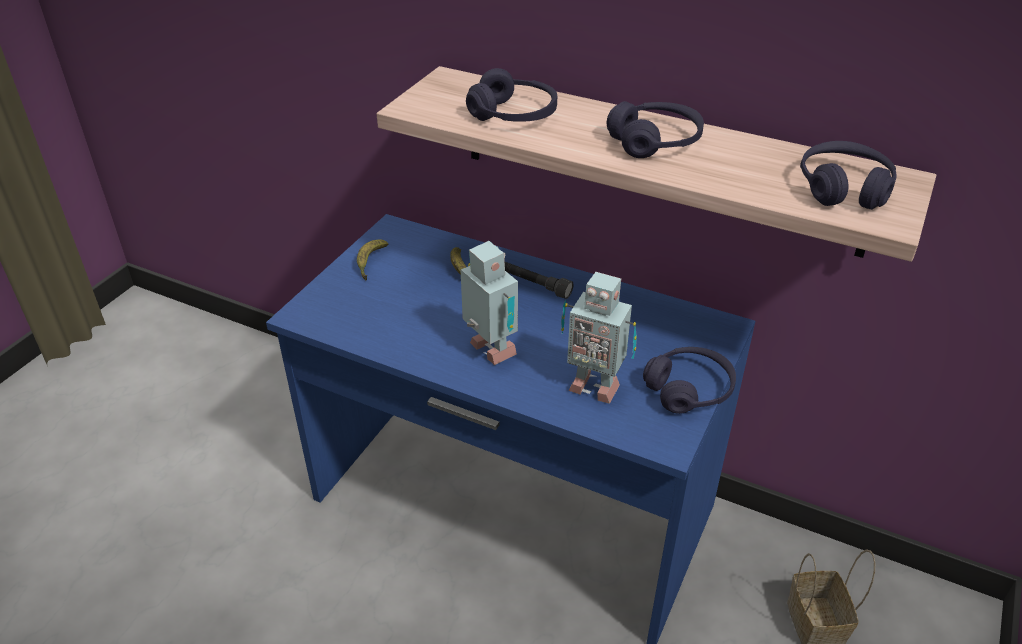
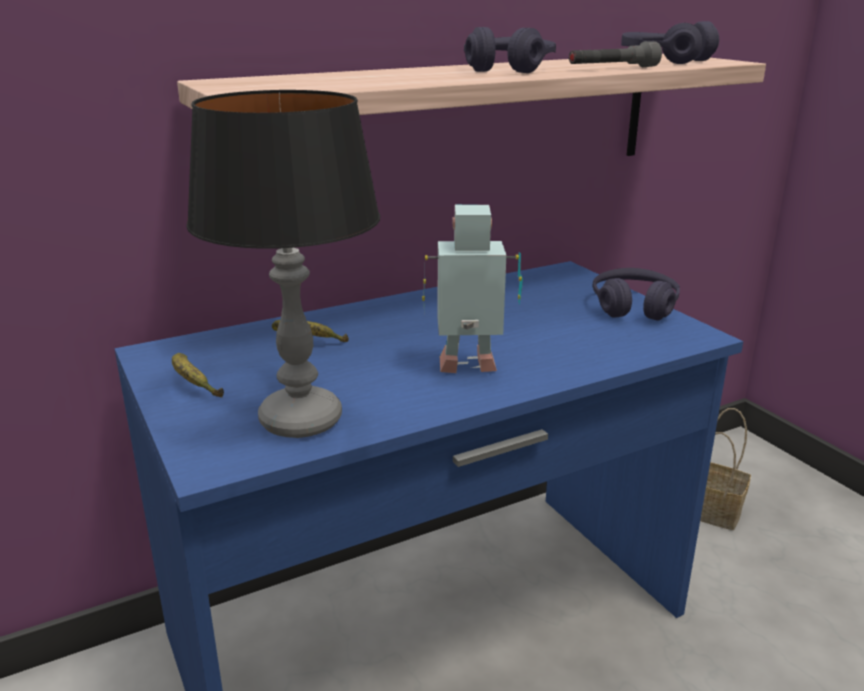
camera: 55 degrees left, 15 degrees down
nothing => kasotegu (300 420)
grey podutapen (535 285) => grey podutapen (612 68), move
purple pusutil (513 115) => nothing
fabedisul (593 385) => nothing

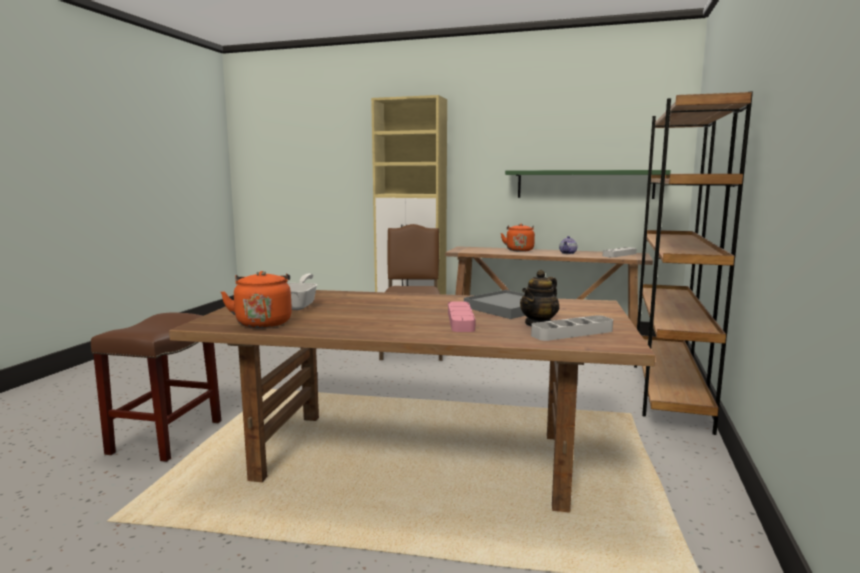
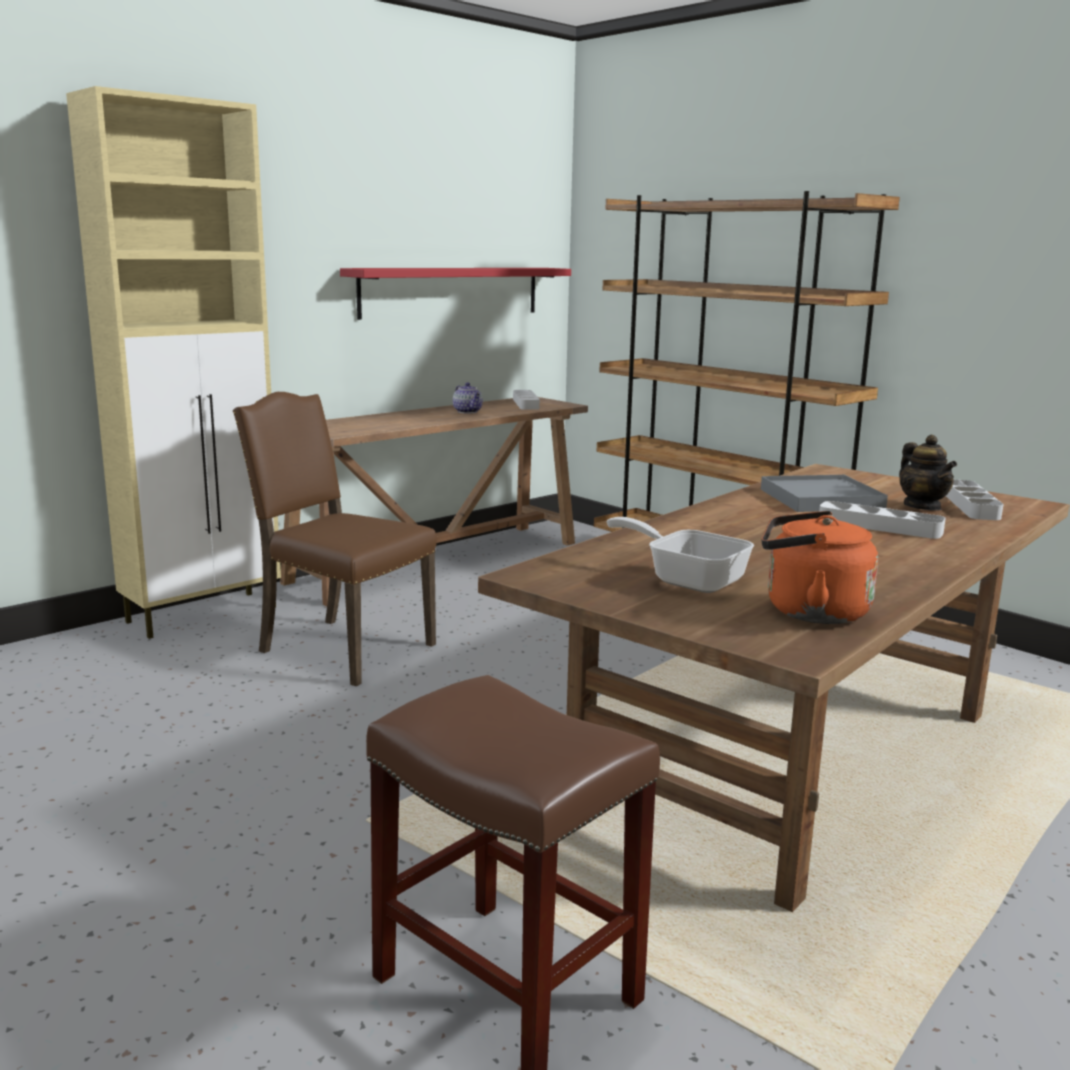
camera: 60 degrees left, 5 degrees up
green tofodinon (584 184) => red tofodinon (451 291)
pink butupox (460 320) => grey butupox (879 526)
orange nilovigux (519 250) => nothing

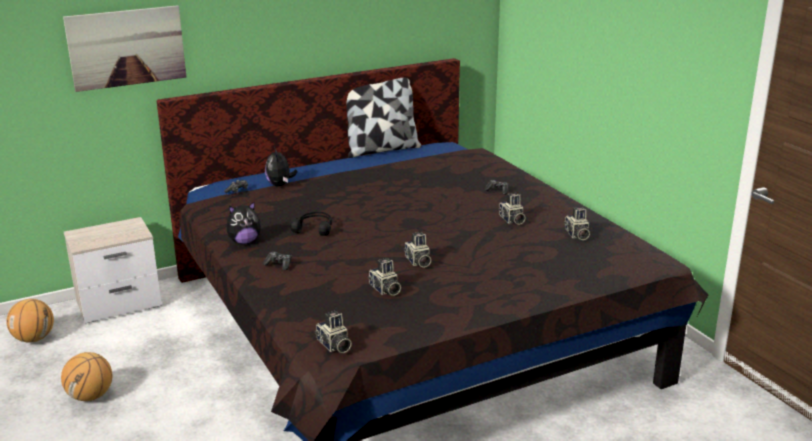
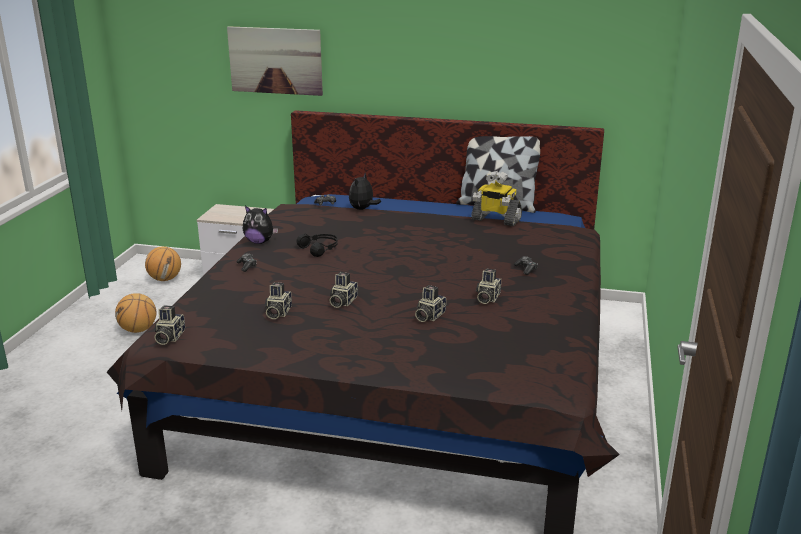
camera: 40 degrees right, 0 degrees up
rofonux (576 235) => rofonux (428 316), move
nothing => fabedisul (495 219)

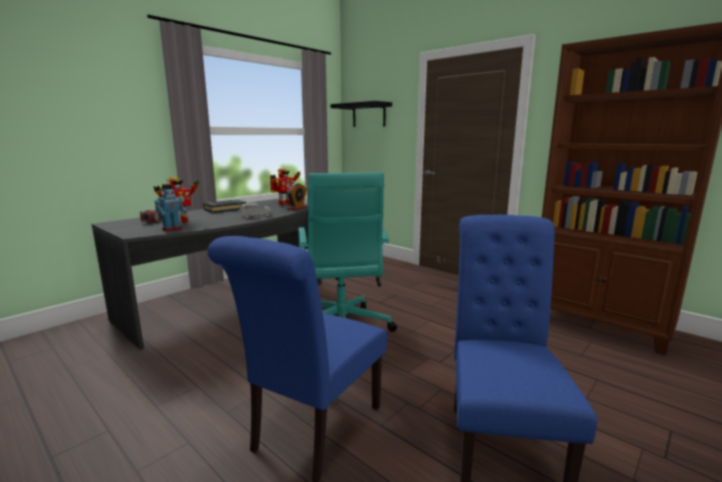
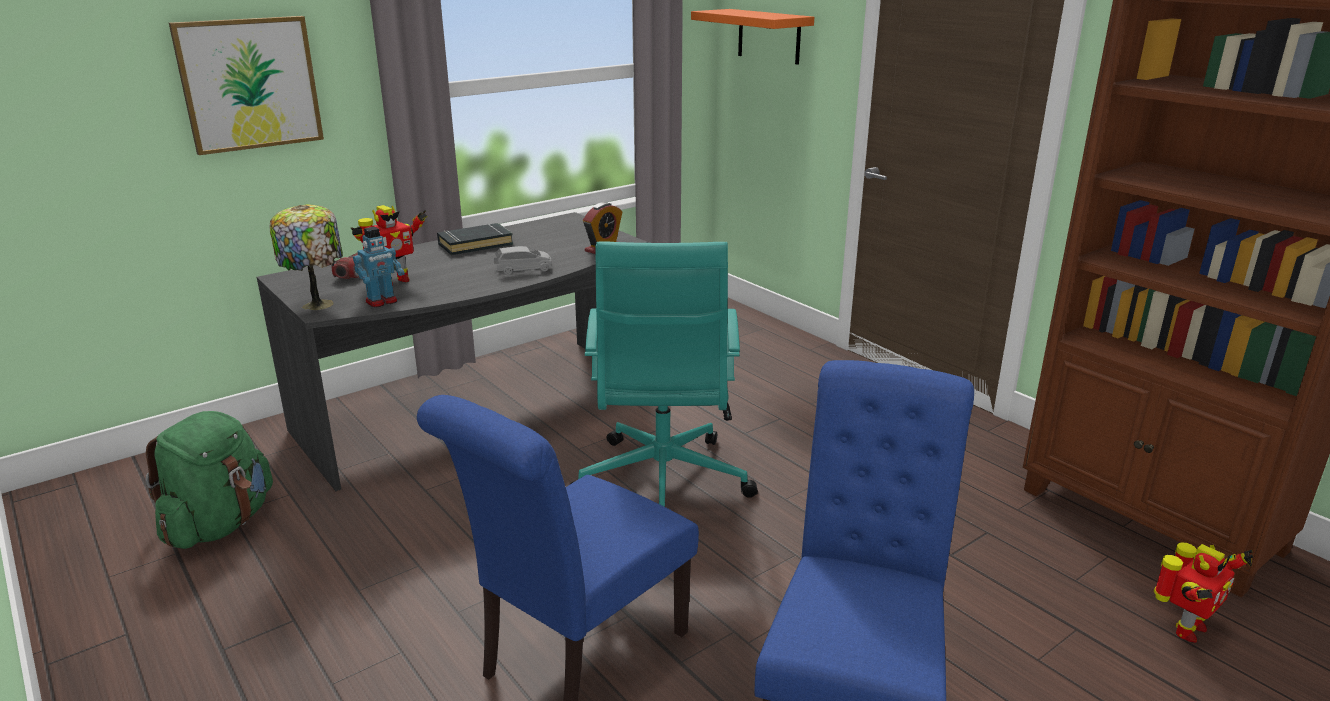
camera: 10 degrees right, 10 degrees up
nothing => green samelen (220 524)
nothing => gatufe (249 84)
nothing => kasotegu (318 303)
black tofodinon (369 115) => orange tofodinon (769 36)
fabedisul (284 204) => fabedisul (1186 629), move

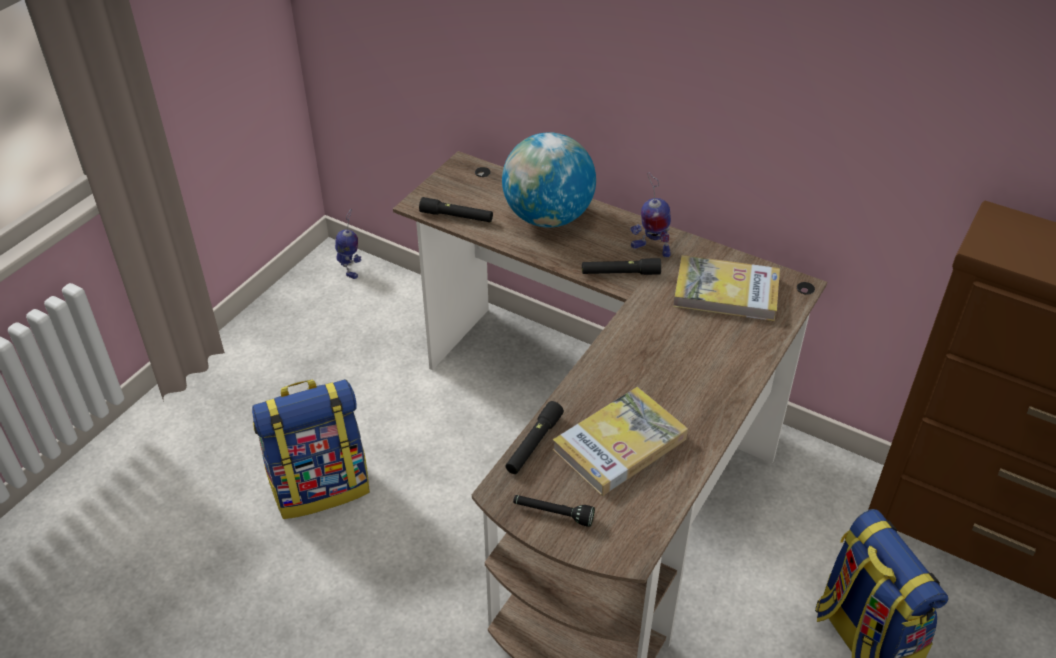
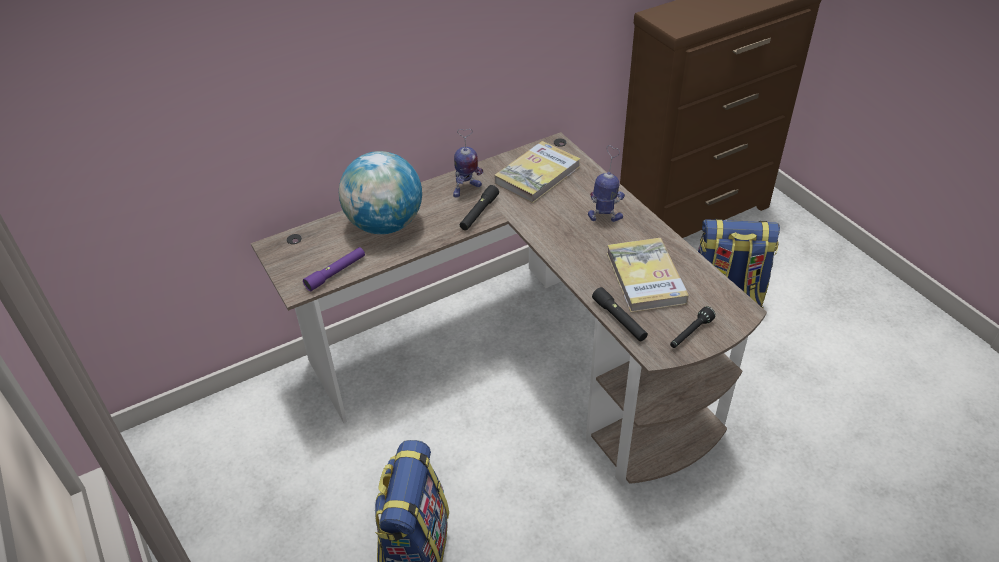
camera: 60 degrees left, 0 degrees up
black podutapen (456 216) => purple podutapen (336 273)
fabedisul (350 269) => fabedisul (605 217), move

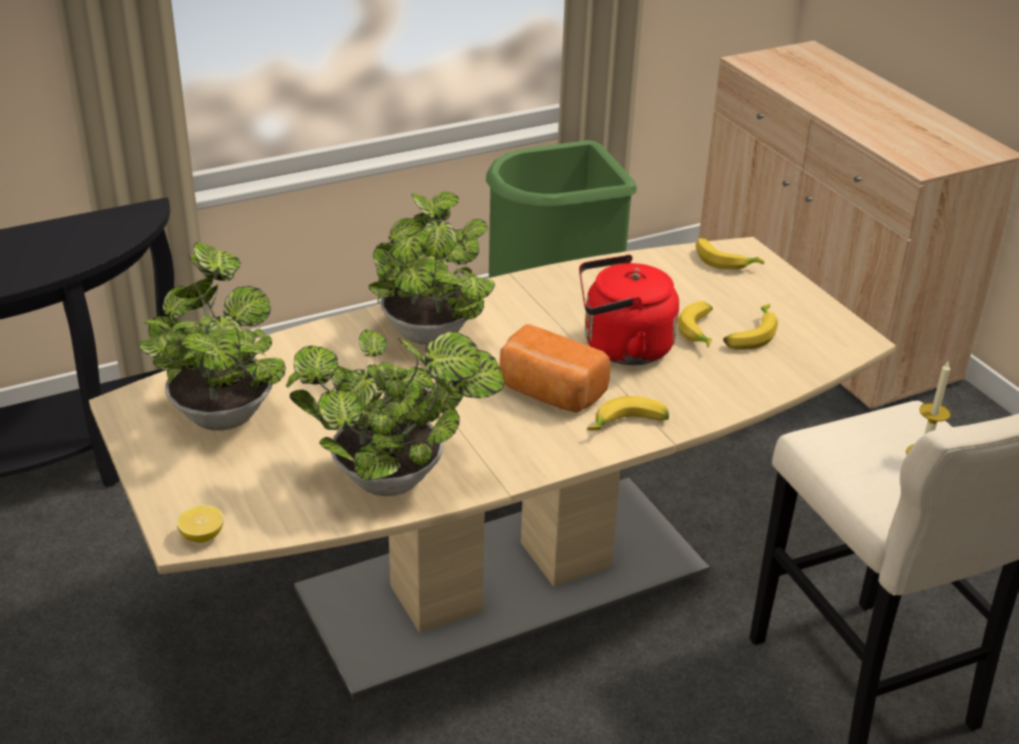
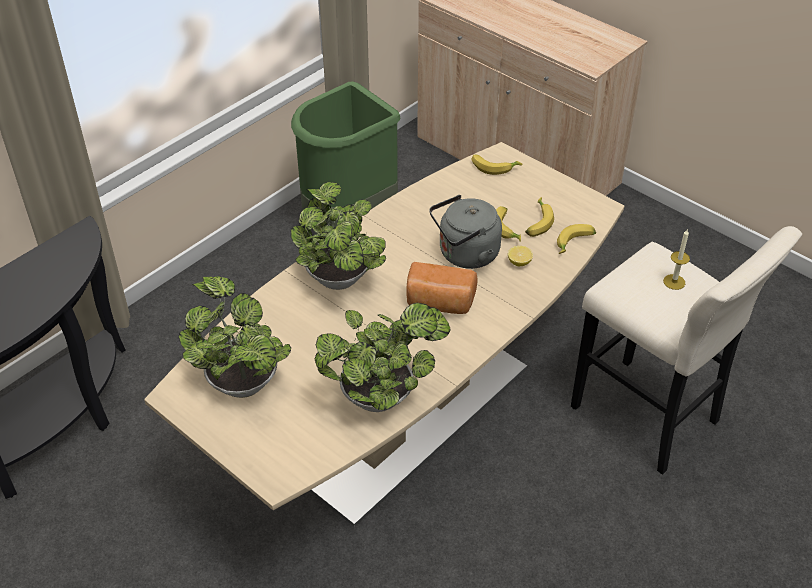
camera: 20 degrees left, 10 degrees up
red nilovigux (621 348) => grey nilovigux (465 255)
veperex (202 536) => veperex (519 262), move
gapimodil (628 426) => gapimodil (575 244), move

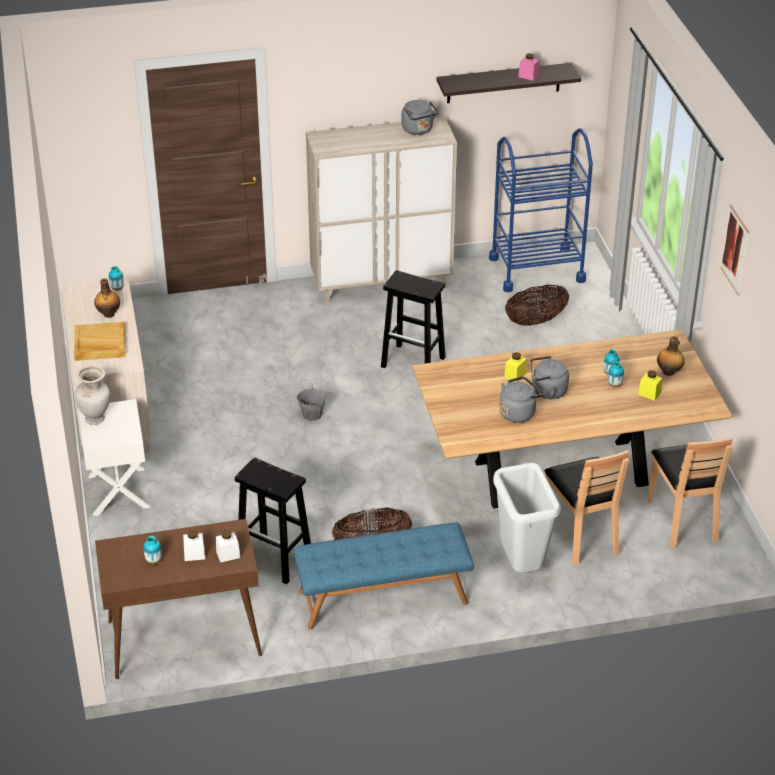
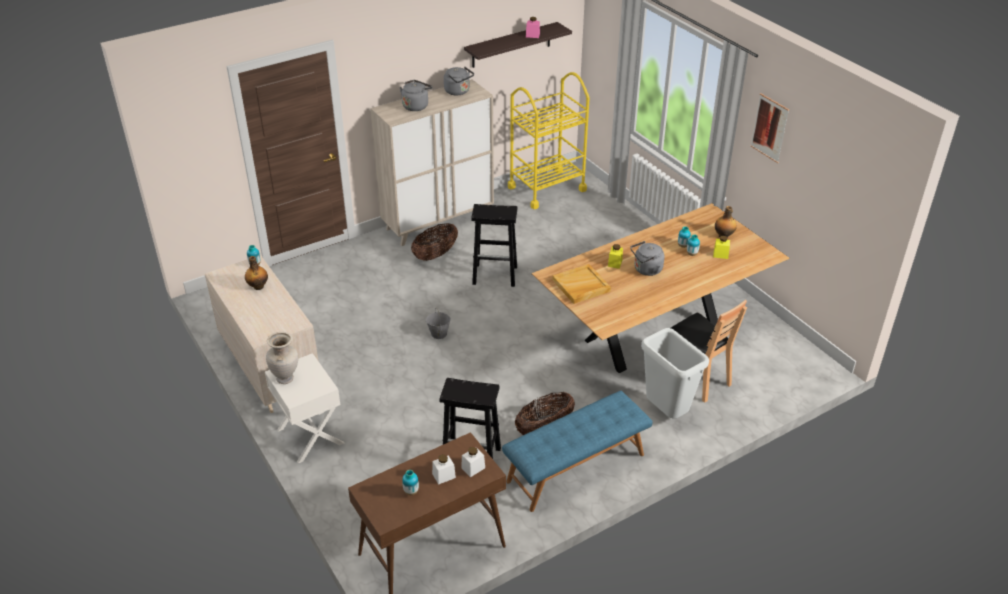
camera: 20 degrees left, 0 degrees up
grey nilovigux (519 412) => grey nilovigux (416 106), move
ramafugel (536 321) => ramafugel (435 255), move
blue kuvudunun (536 269) => yellow kuvudunun (546 188)
beige butupox (99 344) => beige butupox (581 286), move
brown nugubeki (683 520) => nothing

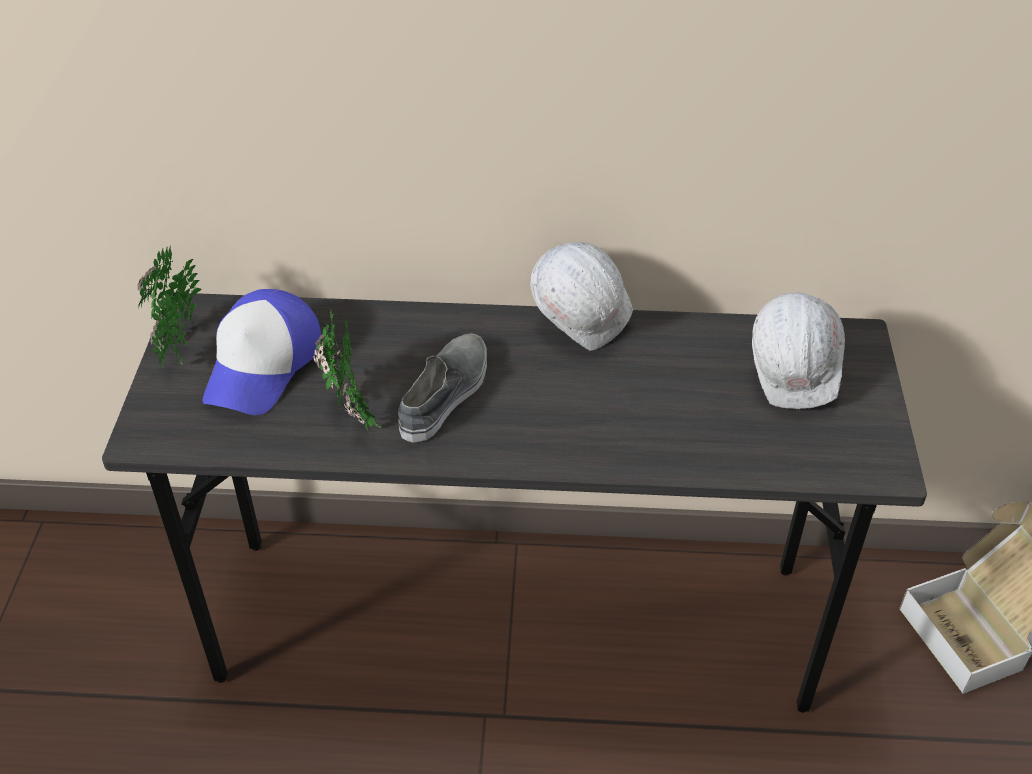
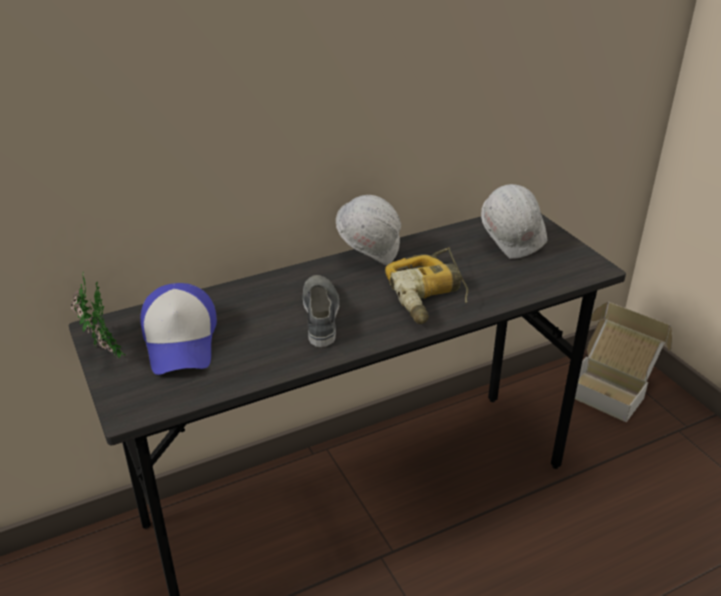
camera: 30 degrees left, 10 degrees down
nothing => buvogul (430 295)
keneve (351 413) => nothing

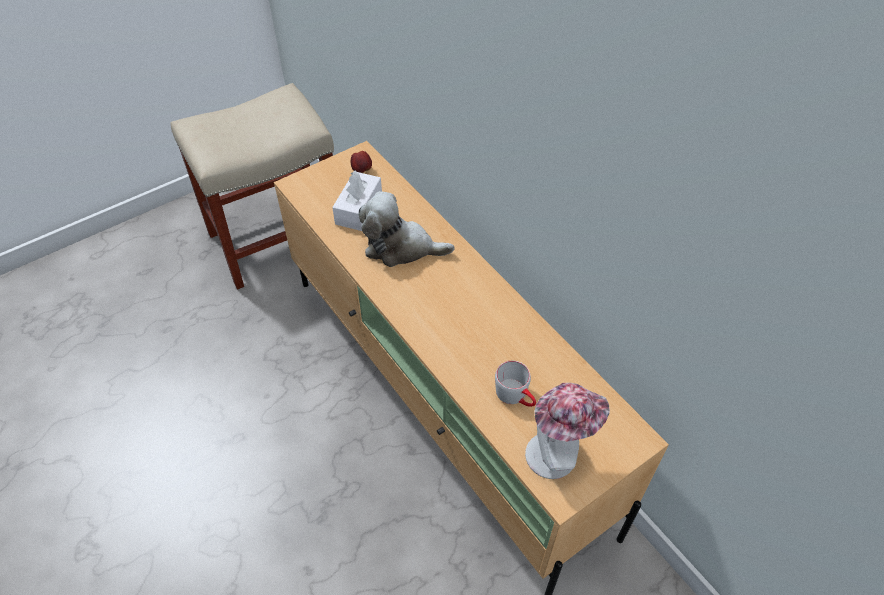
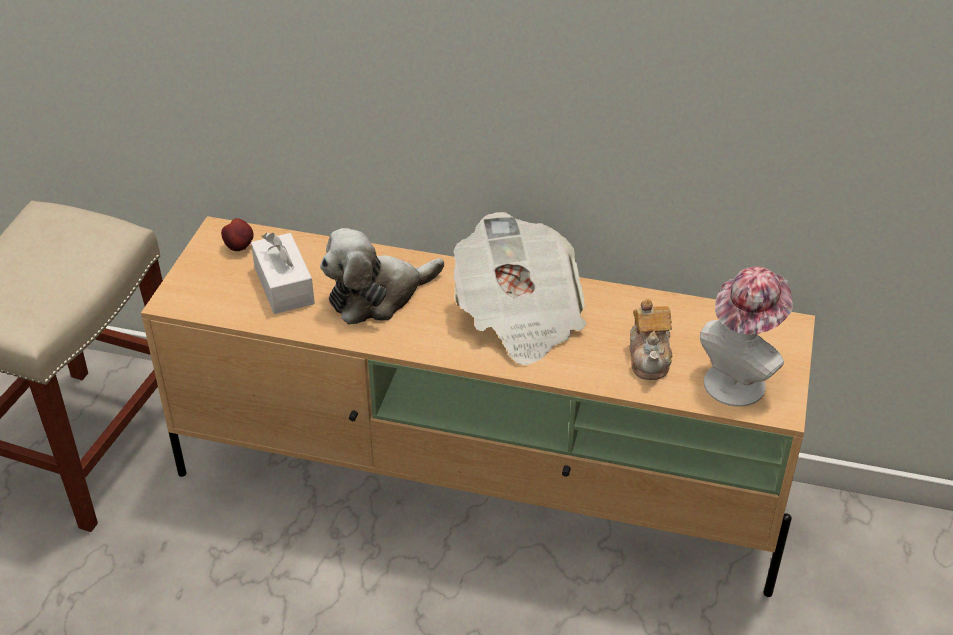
camera: 40 degrees left, 10 degrees down
nothing => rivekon (519 317)
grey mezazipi (516 396) => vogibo (650 357)

